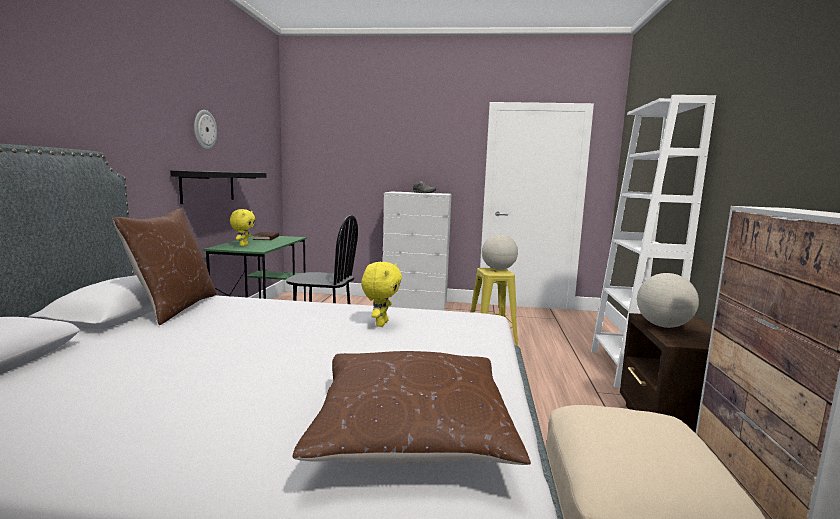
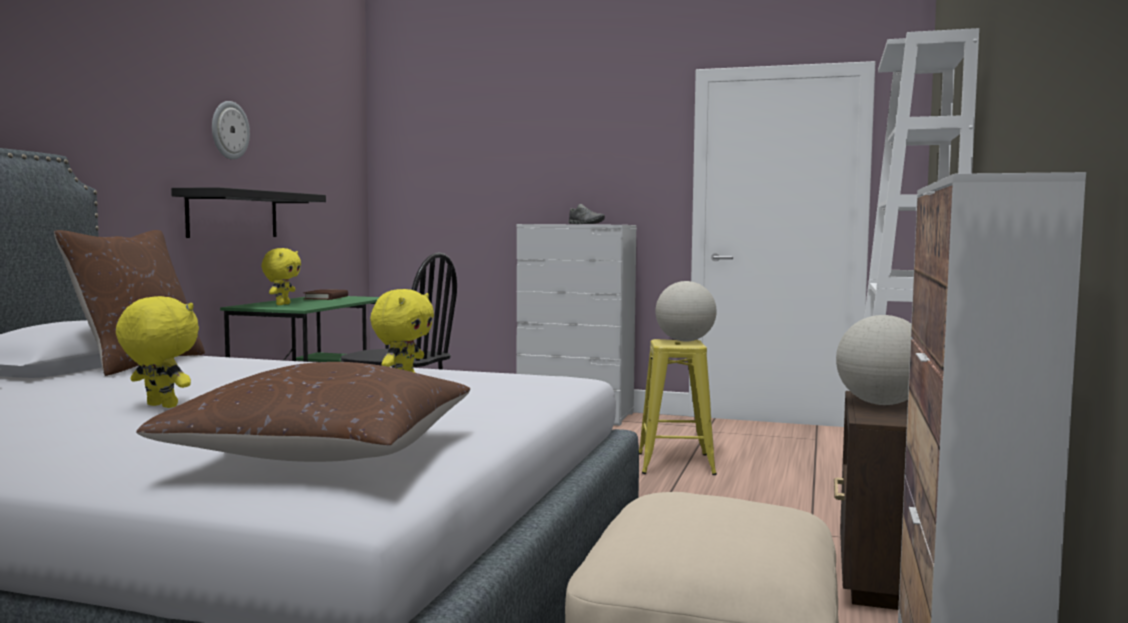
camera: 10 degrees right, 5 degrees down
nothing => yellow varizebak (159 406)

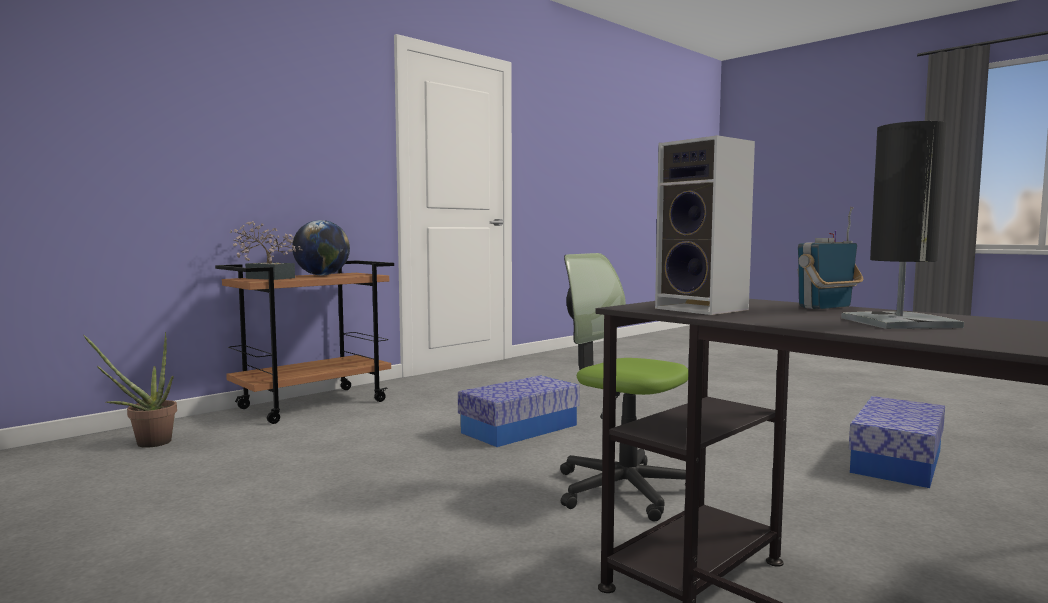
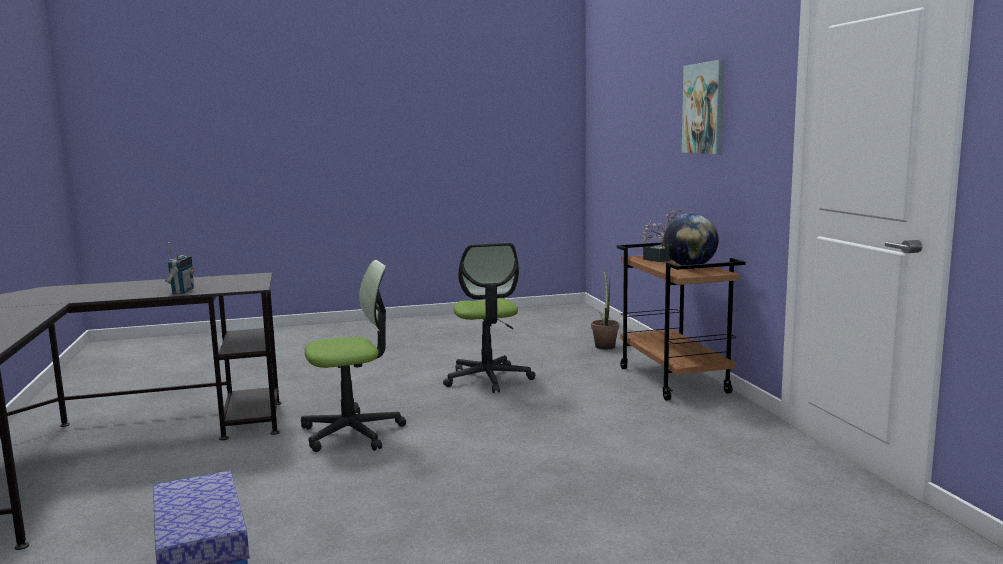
camera: 120 degrees right, 5 degrees up
nothing => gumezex (488 379)
nothing => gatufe (704 108)
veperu (520 429) => nothing
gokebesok (705 309) => nothing
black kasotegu (899 322) => nothing

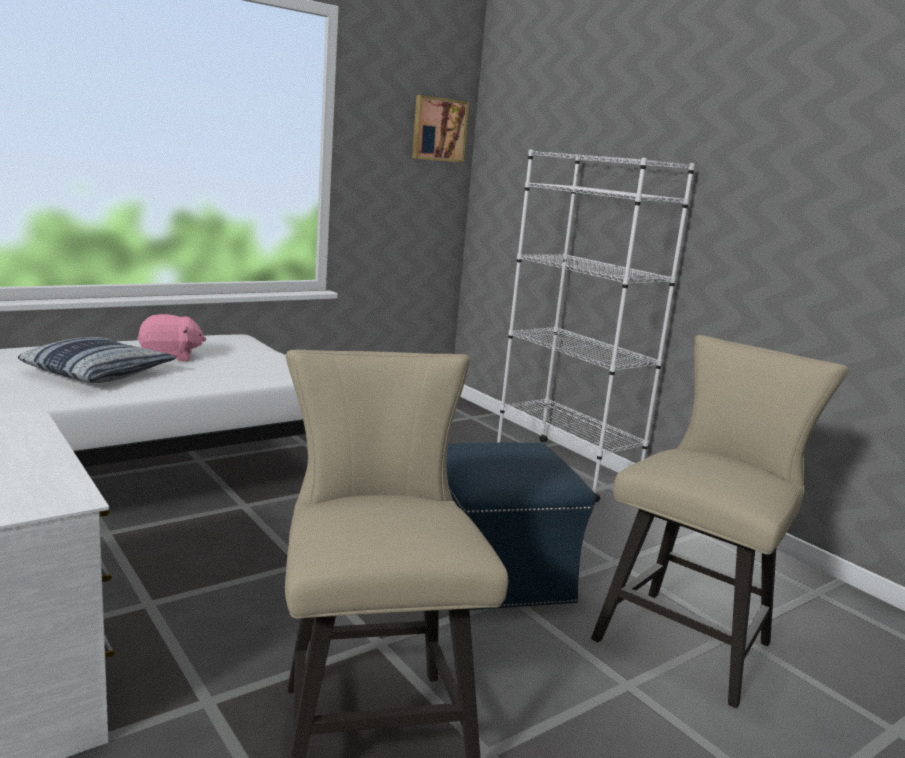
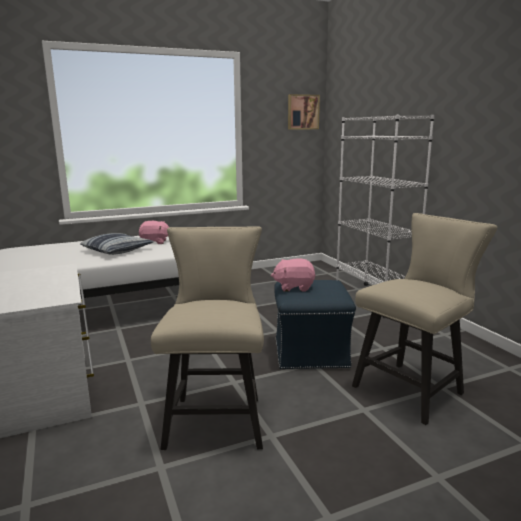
camera: 15 degrees right, 0 degrees up
nothing => pink varizebak (294 287)

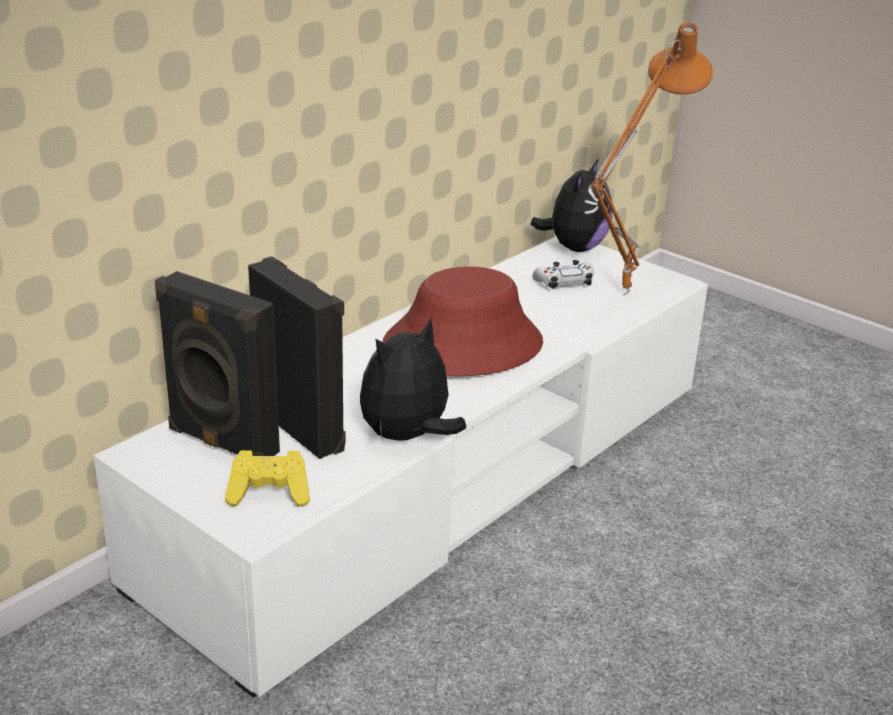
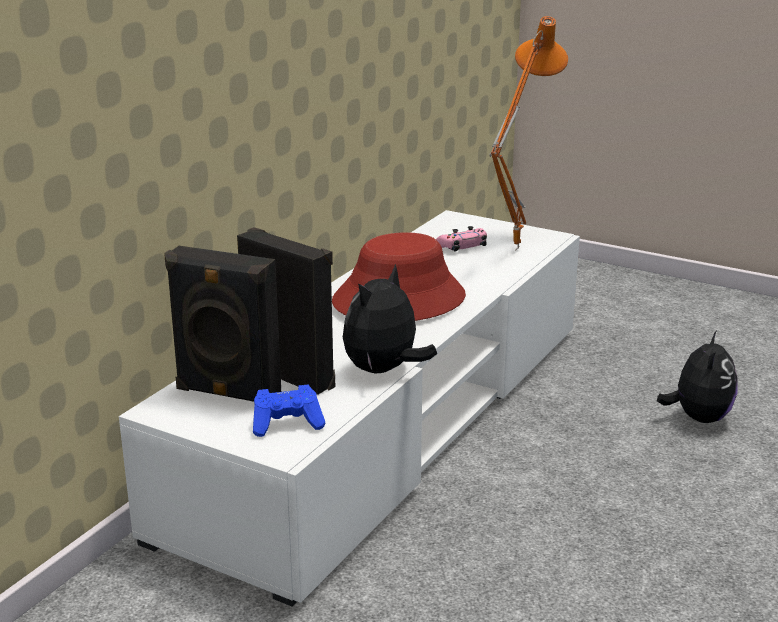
camera: 10 degrees left, 5 degrees down
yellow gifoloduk (270 493) => blue gifoloduk (287 424)
white gifoloduk (564 282) => pink gifoloduk (462 246)
varizebak (574 247) => varizebak (698 418), move

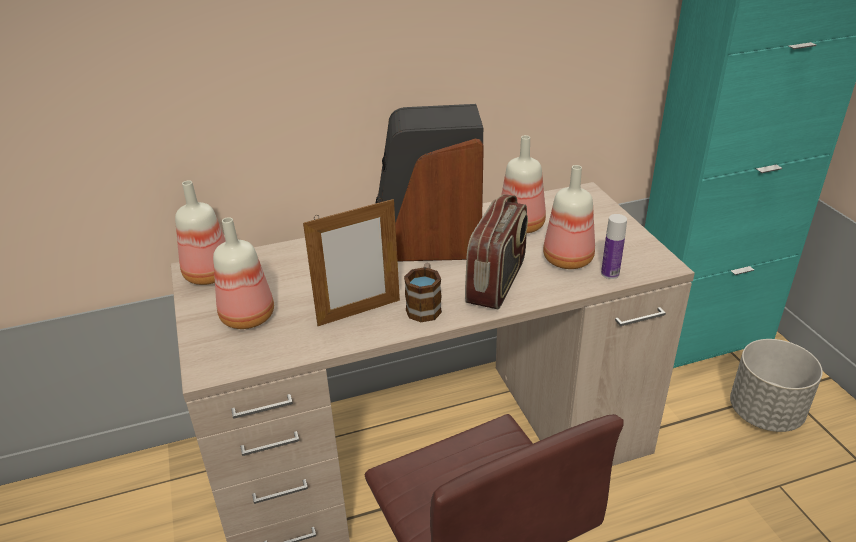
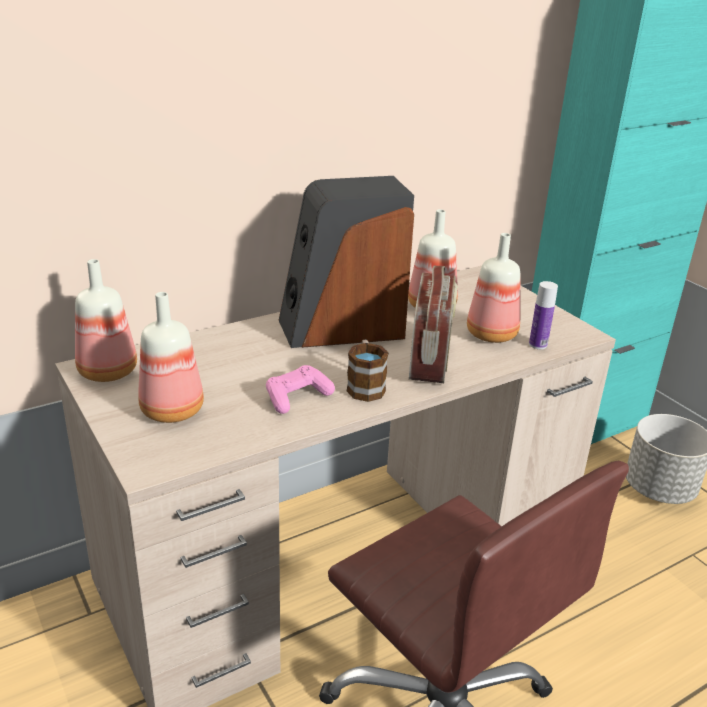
camera: 15 degrees left, 5 degrees down
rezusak (359 312) => pink gifoloduk (297 397)

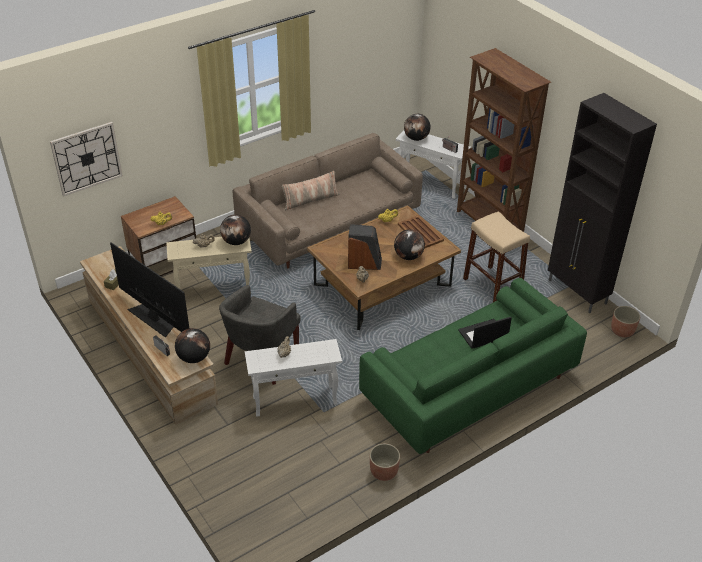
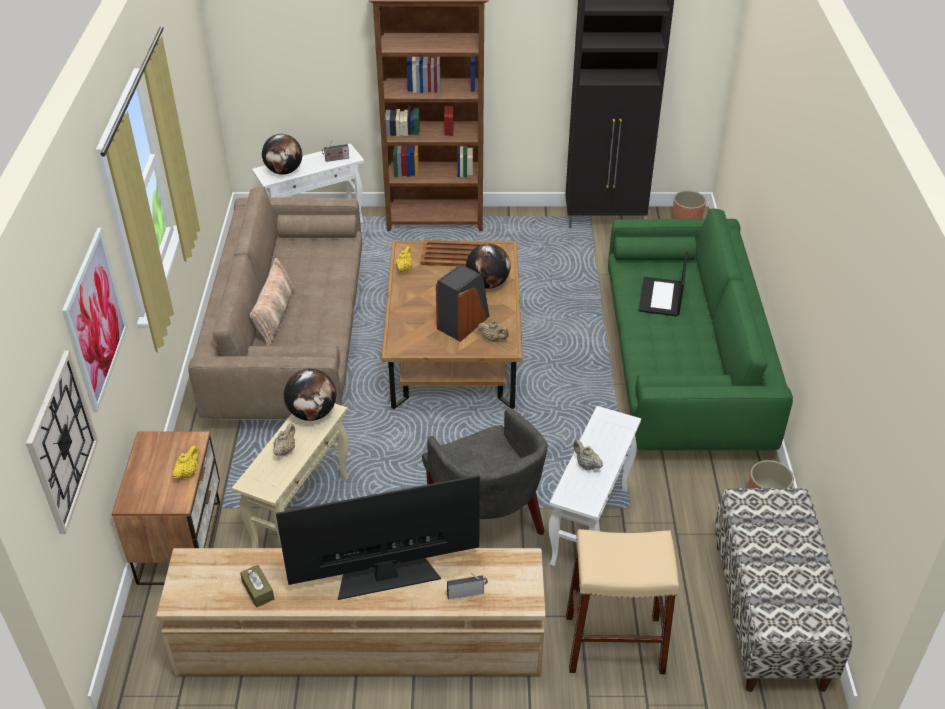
camera: 55 degrees left, 0 degrees up
nothing => gatufe (95 319)
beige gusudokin (492 286) => beige gusudokin (614 643), move
nothing => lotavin (769 614)
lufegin (194 358) => nothing

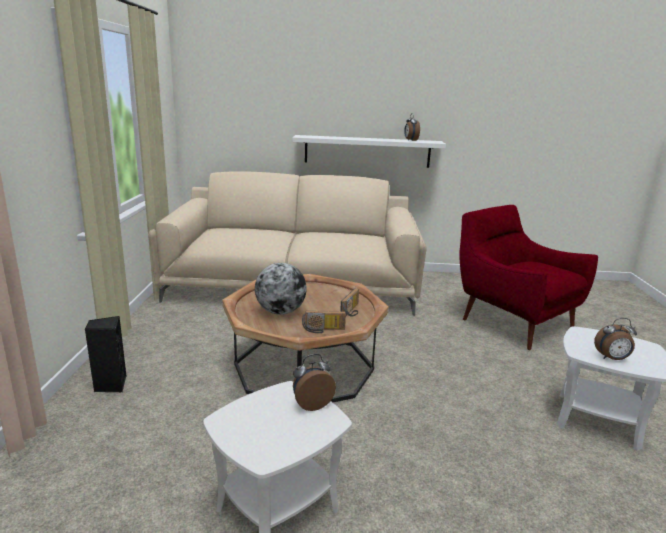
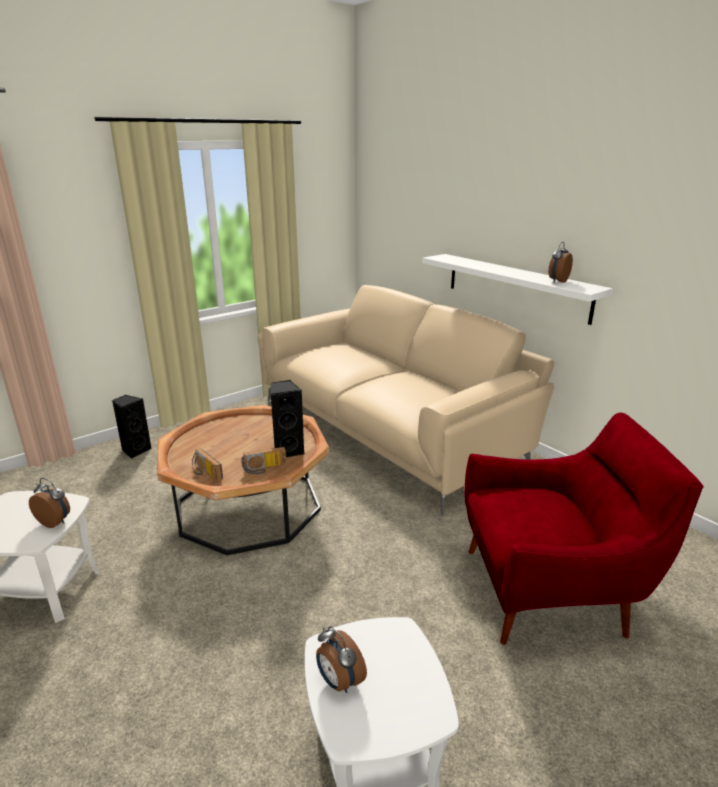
camera: 50 degrees right, 5 degrees up
nothing => black gokebesok (287 450)
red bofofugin (512 321) => red bofofugin (550 591), 75 degrees clockwise
lufegin (280 312) => nothing

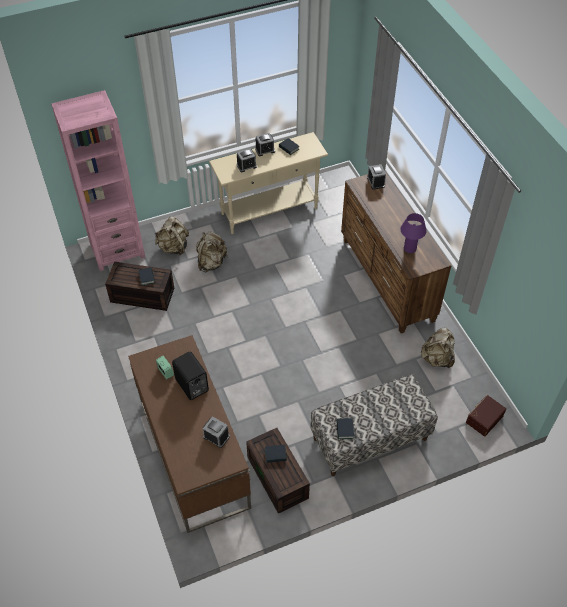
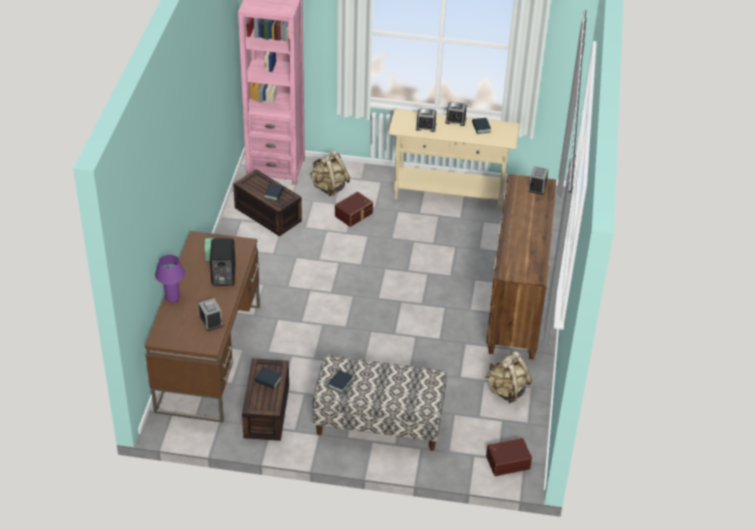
camera: 30 degrees right, 10 degrees down
purple kasotegu (410 248) => purple kasotegu (172 298), move
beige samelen (211 262) => brown veperu (354 215)

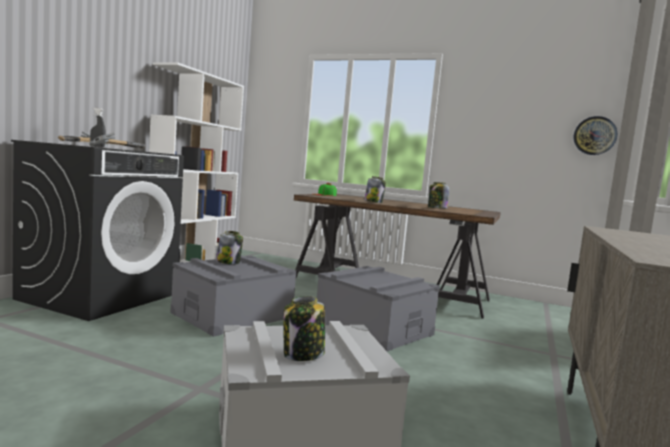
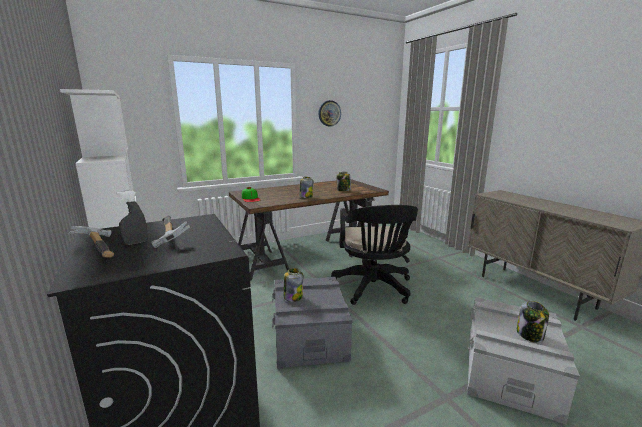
camera: 50 degrees left, 10 degrees up
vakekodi (594 135) => vakekodi (329 113), move
grey veperu (373 327) => black gumezex (374 288)

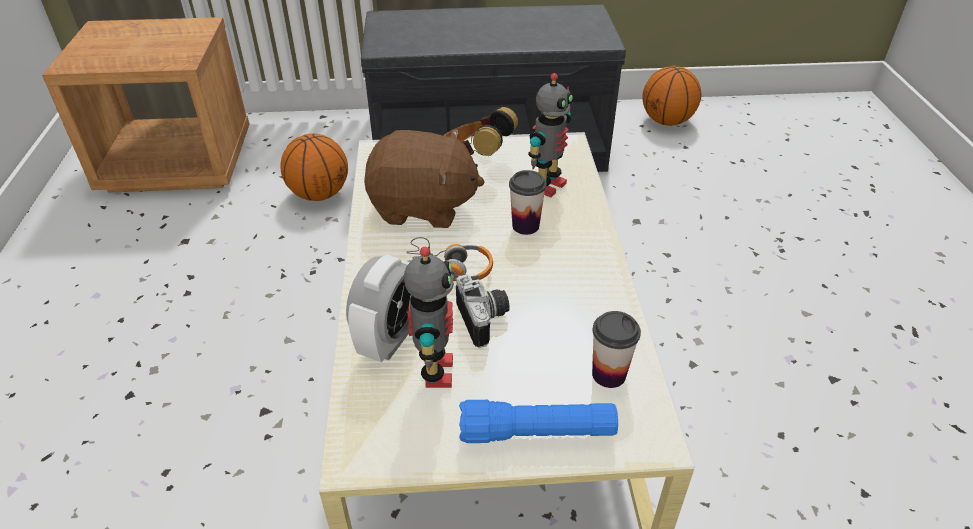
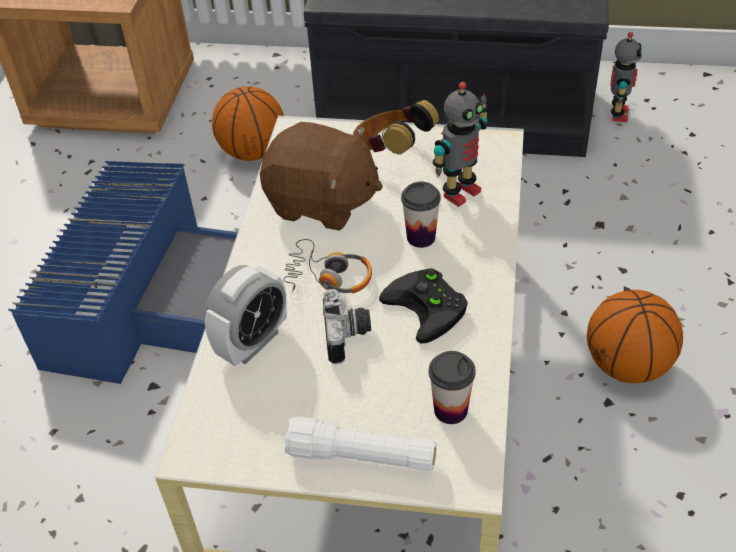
camera: 15 degrees right, 5 degrees up
nothing => blue veperu (149 296)
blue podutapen (537 433) => white podutapen (362 457)
nothing => black gifoloduk (430 308)
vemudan (667 121) => vemudan (627 366), move
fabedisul (435 372) => fabedisul (617 114), move

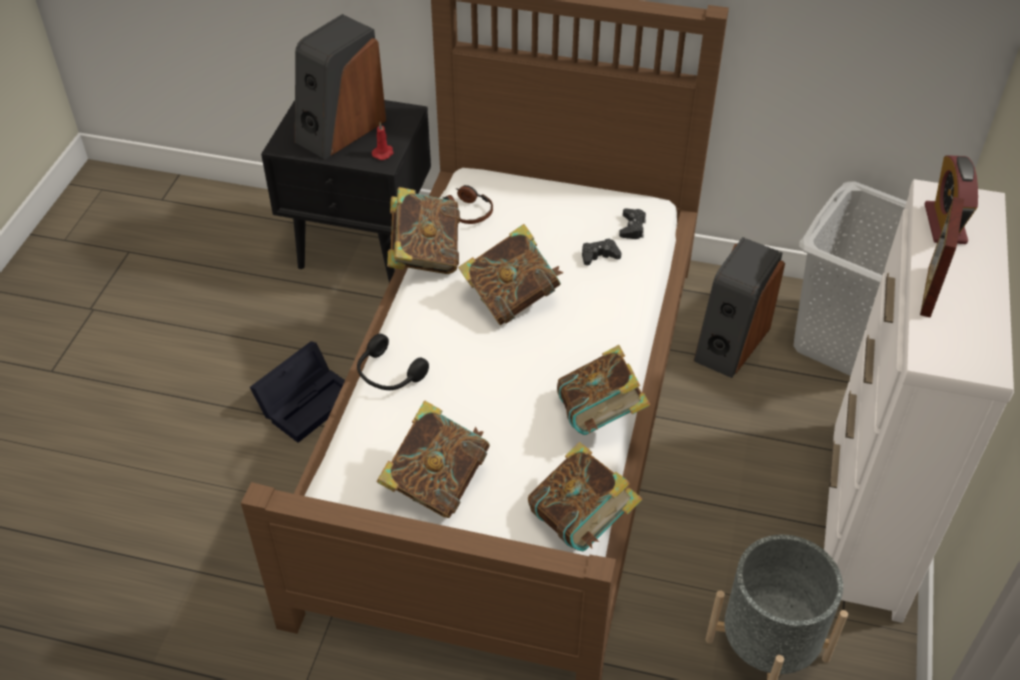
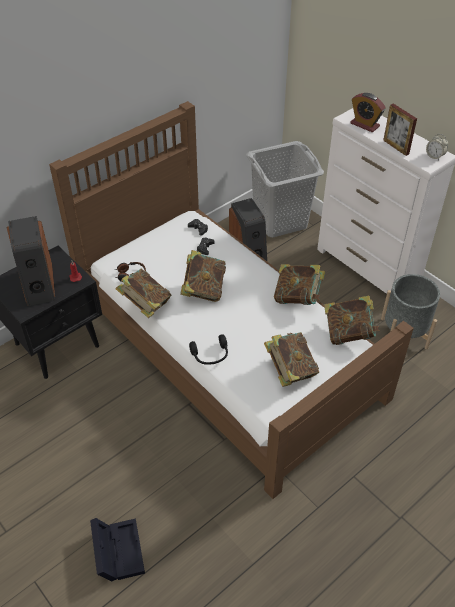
camera: 55 degrees left, 0 degrees up
black veperu (308 400) => black veperu (118 550), move
nothing => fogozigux (434 156)

